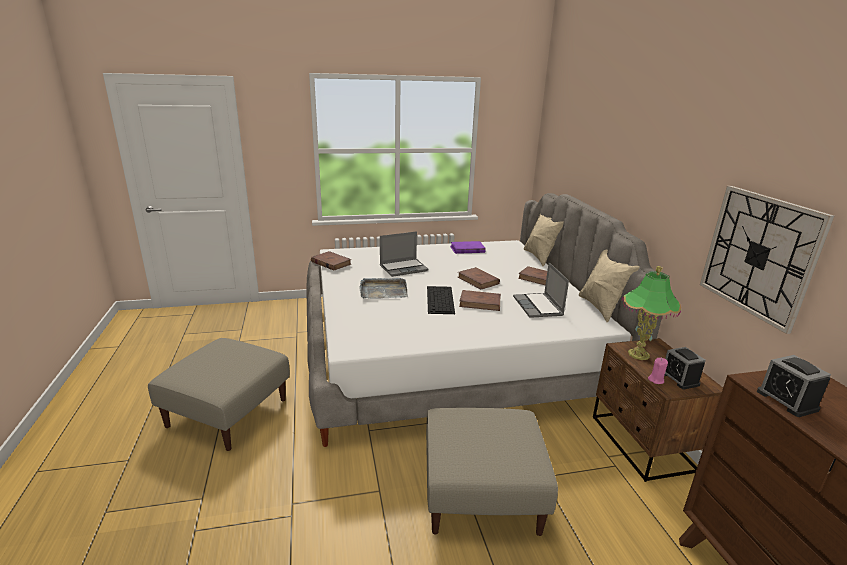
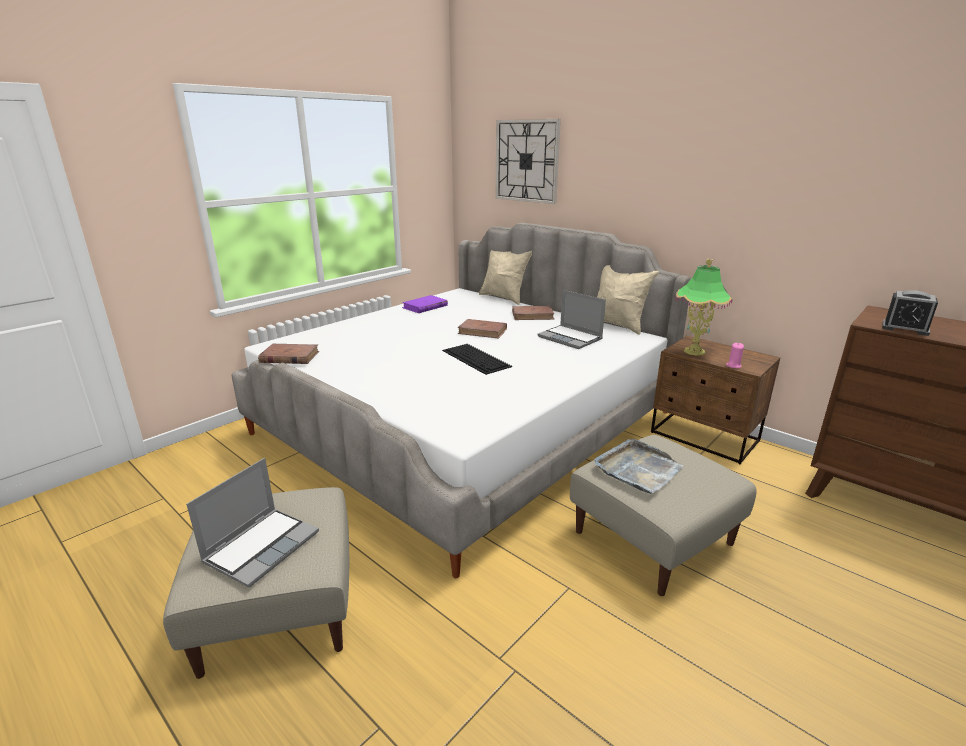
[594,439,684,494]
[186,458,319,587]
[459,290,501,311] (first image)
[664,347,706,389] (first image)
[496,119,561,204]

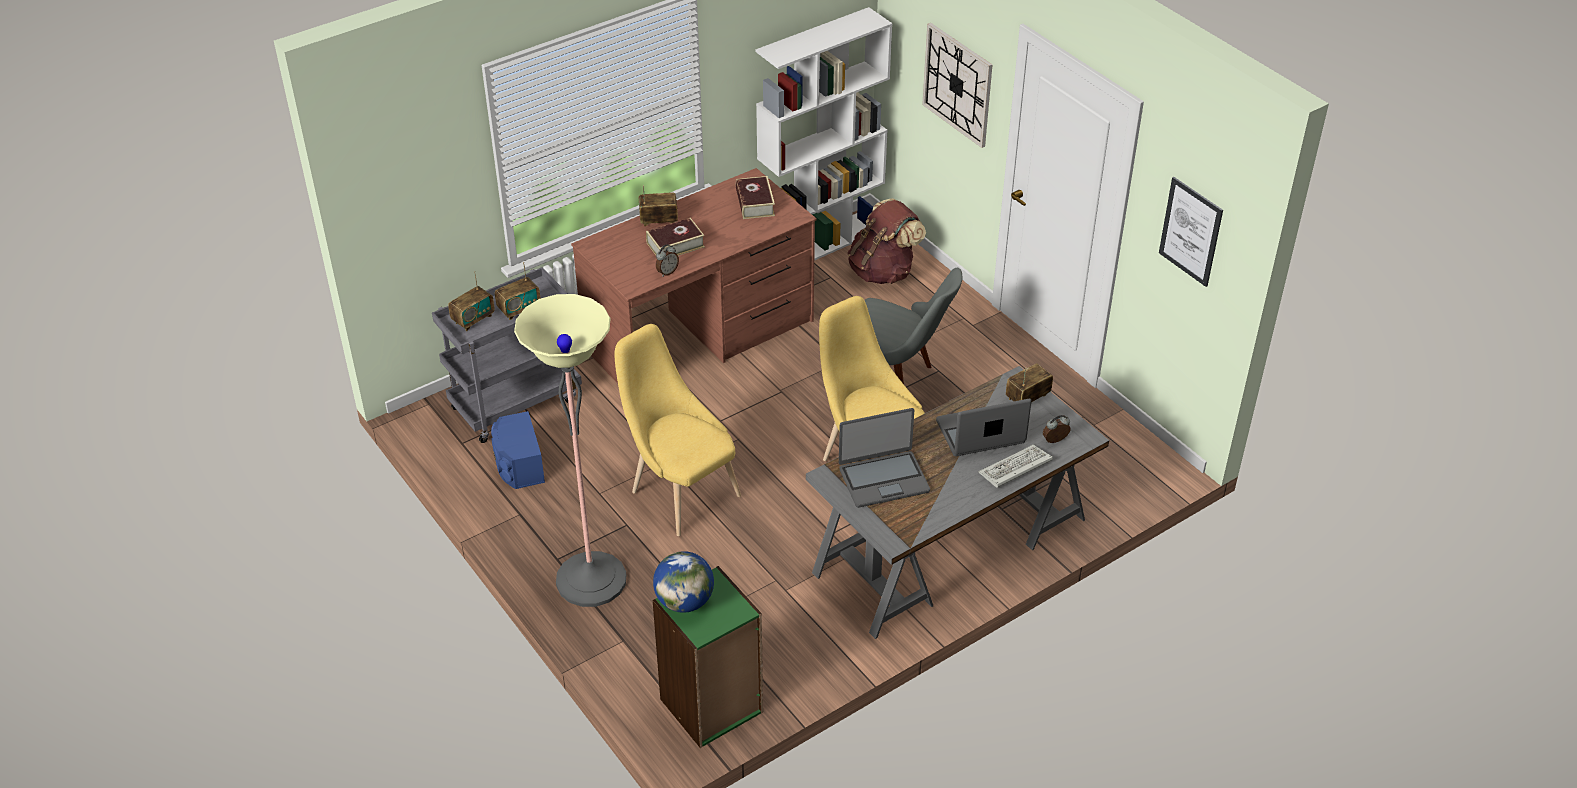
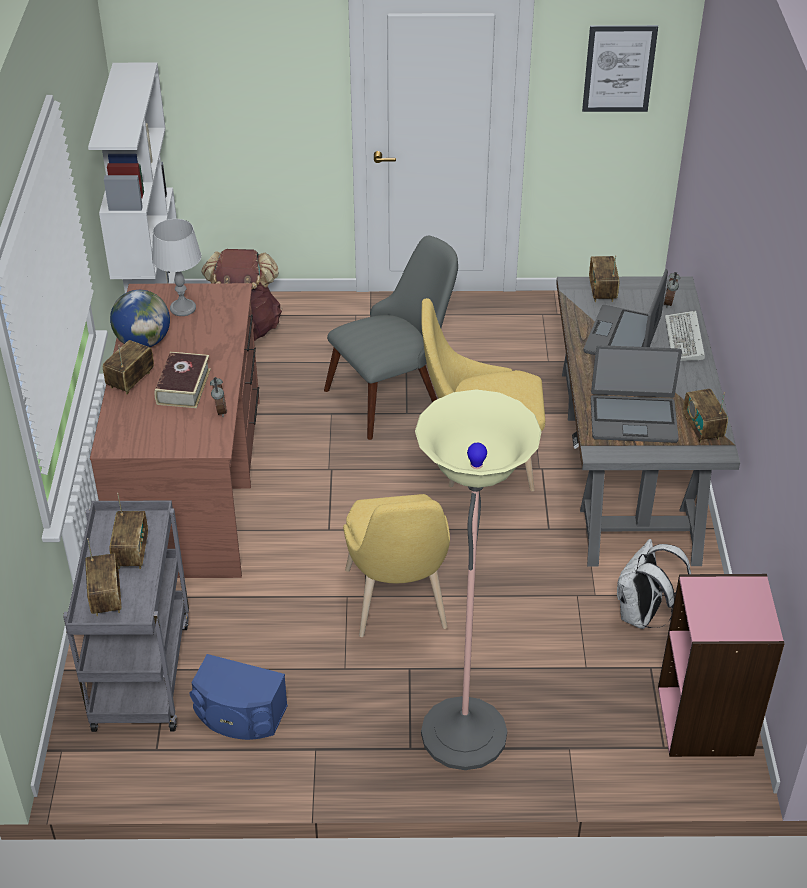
[343,494,450,637]
[110,290,170,347]
[658,574,785,757]
[152,219,202,316]
[591,345,682,443]
[922,23,992,148] (first image)
[617,539,691,629]
[683,389,728,443]

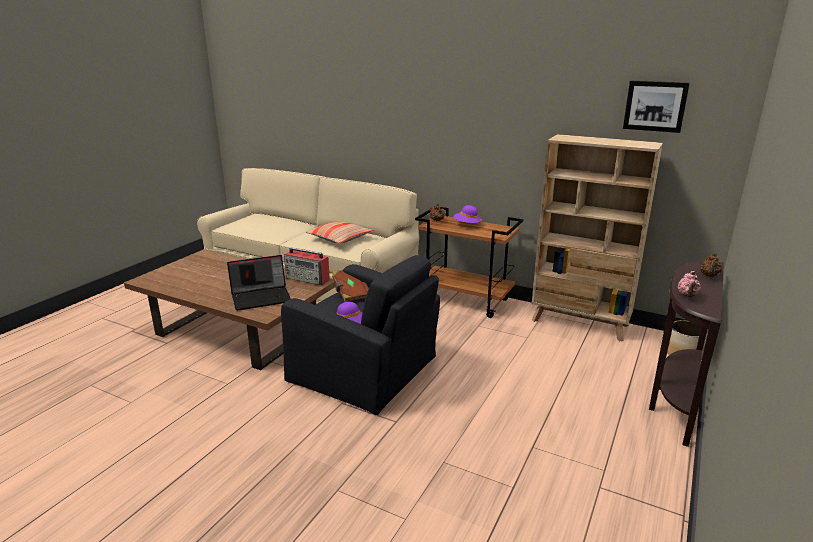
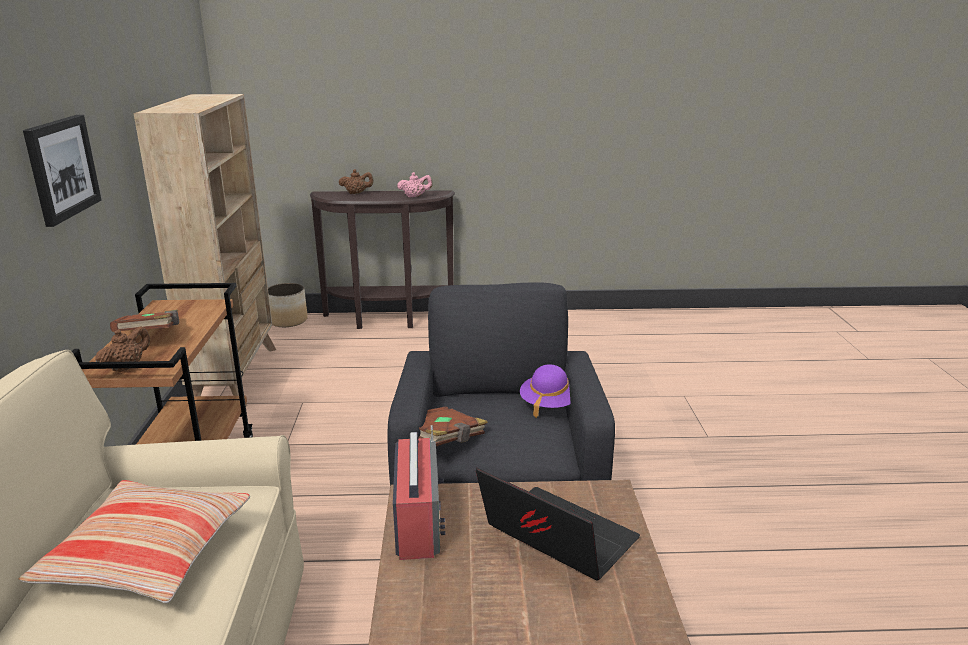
[110,309,179,332]
[23,115,102,227]

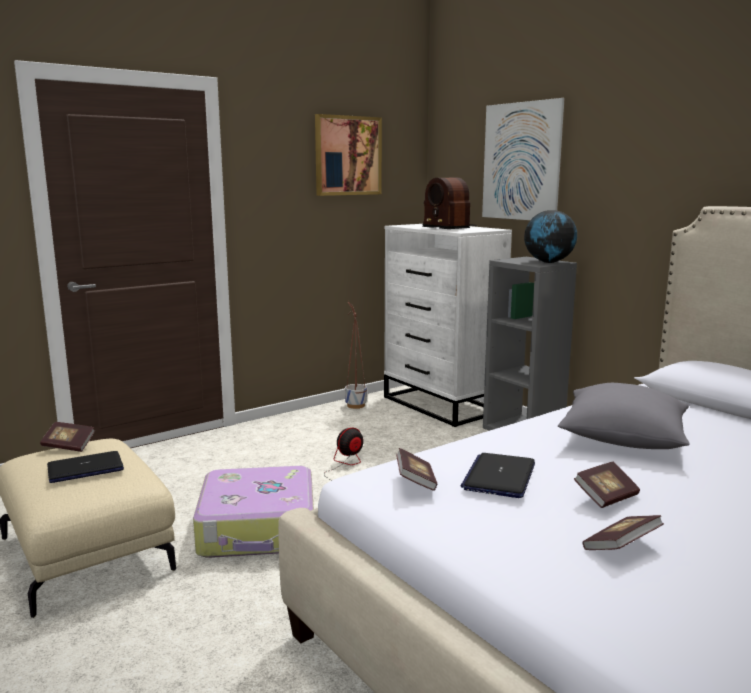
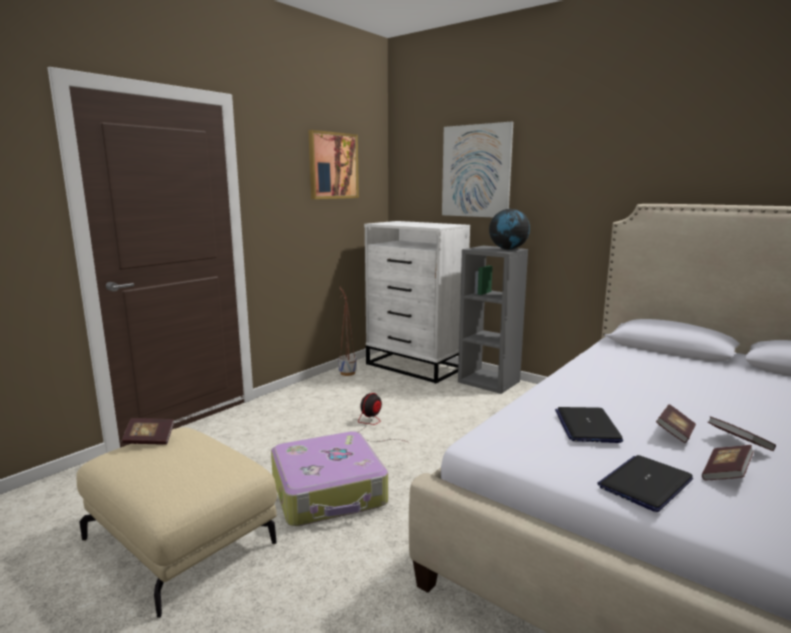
[597,455,693,512]
[708,416,776,451]
[422,178,477,229] (first image)
[558,383,690,449] (first image)

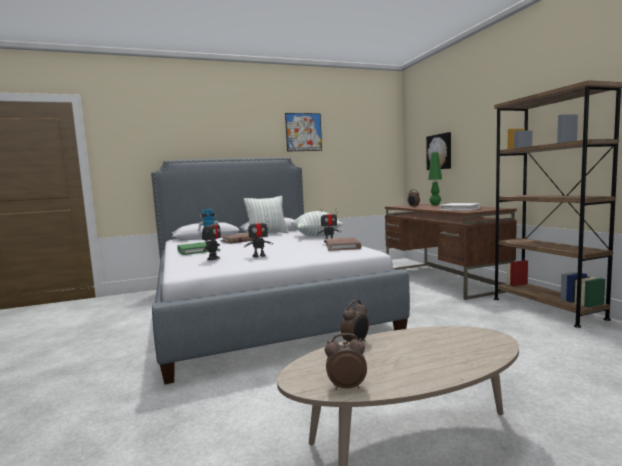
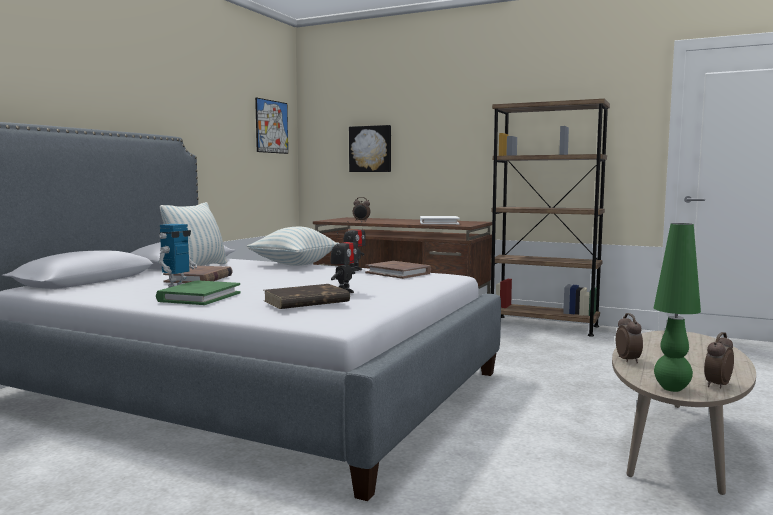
[264,284,350,309]
[255,97,288,154]
[654,223,701,392]

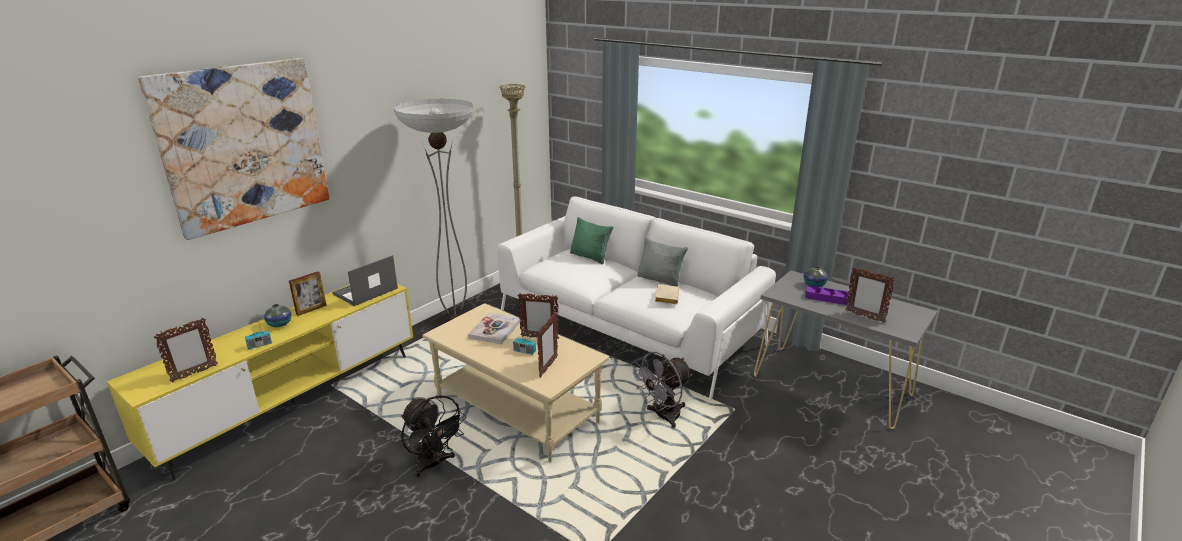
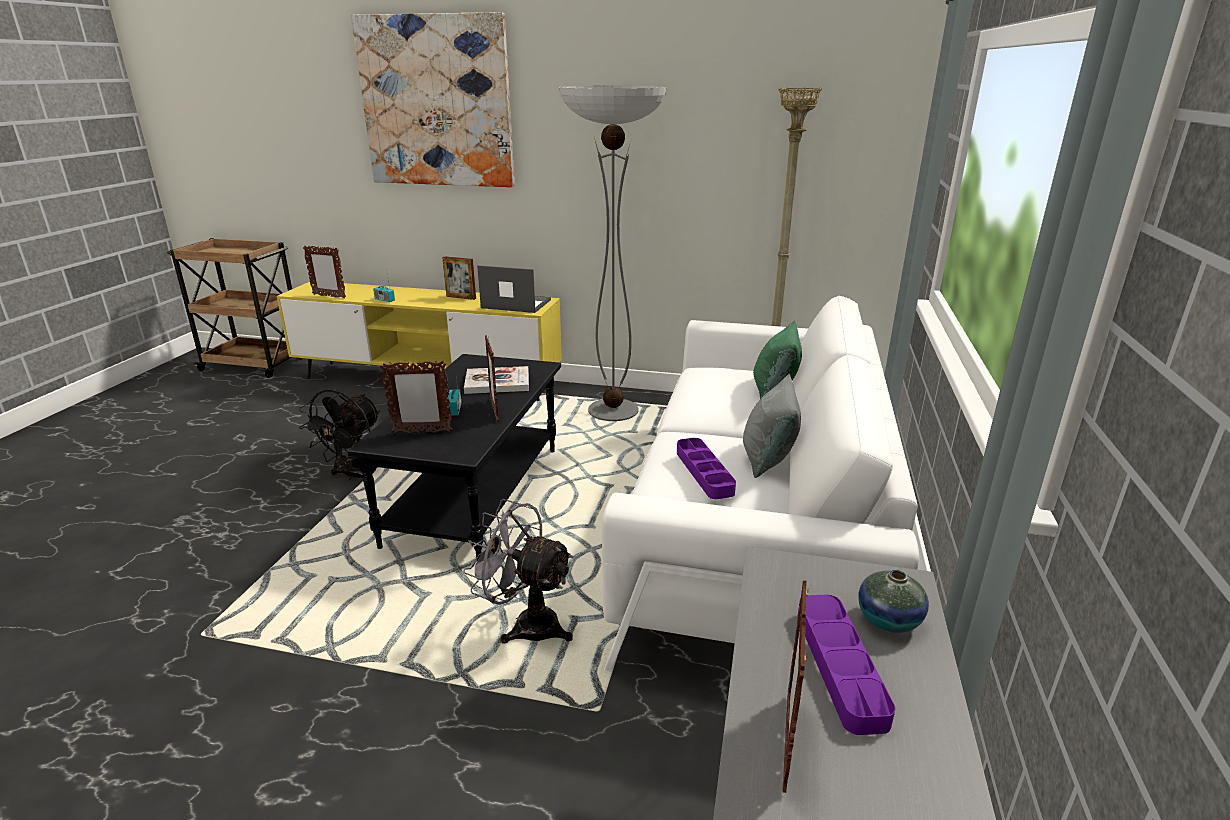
[264,304,292,327] (first image)
[348,354,561,560]
[677,438,736,499]

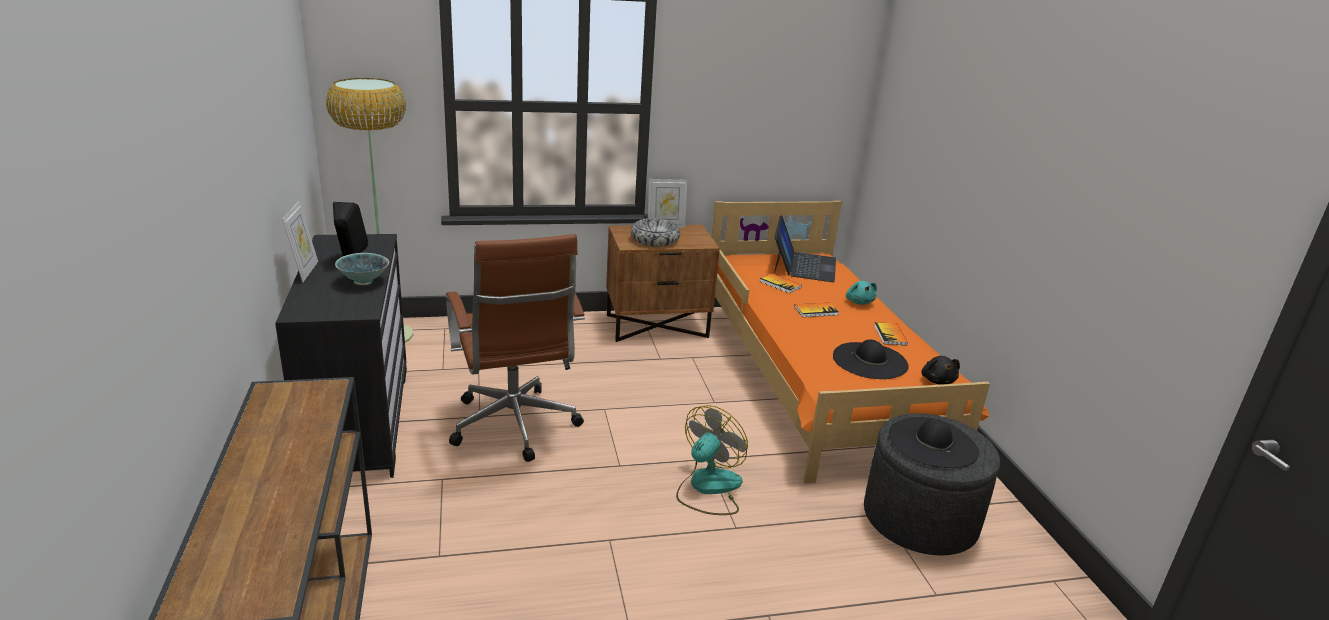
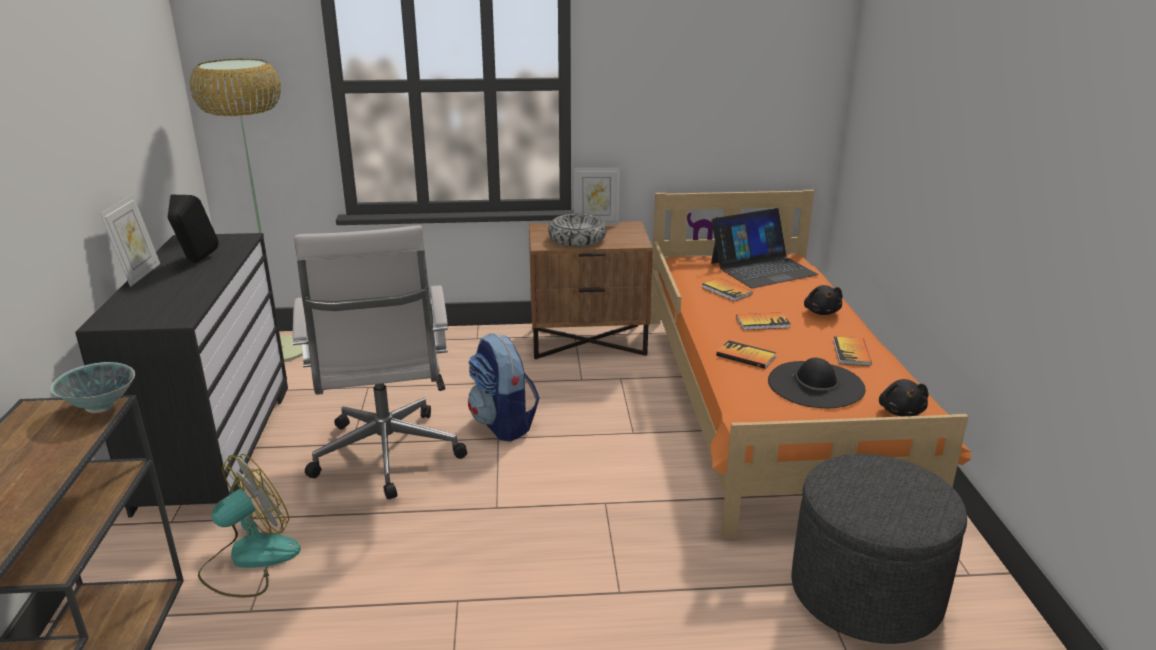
[51,362,135,413]
[293,225,467,499]
[198,454,301,597]
[711,208,819,288]
[804,285,843,315]
[889,417,979,468] (first image)
[468,334,540,442]
[716,340,776,369]

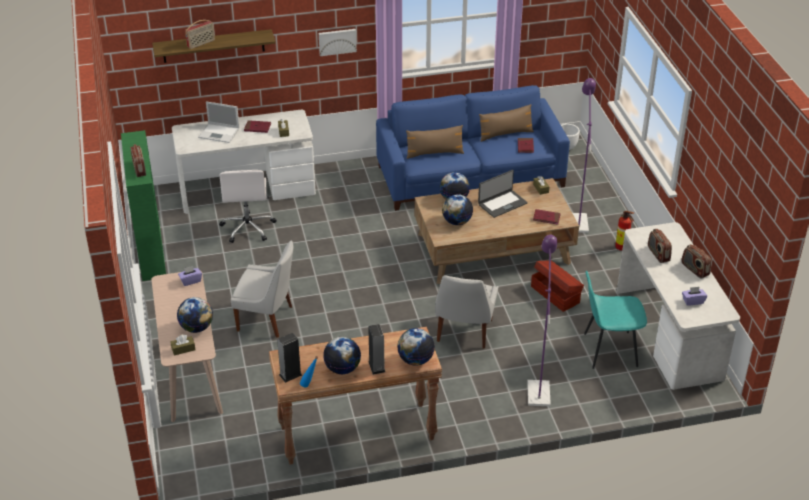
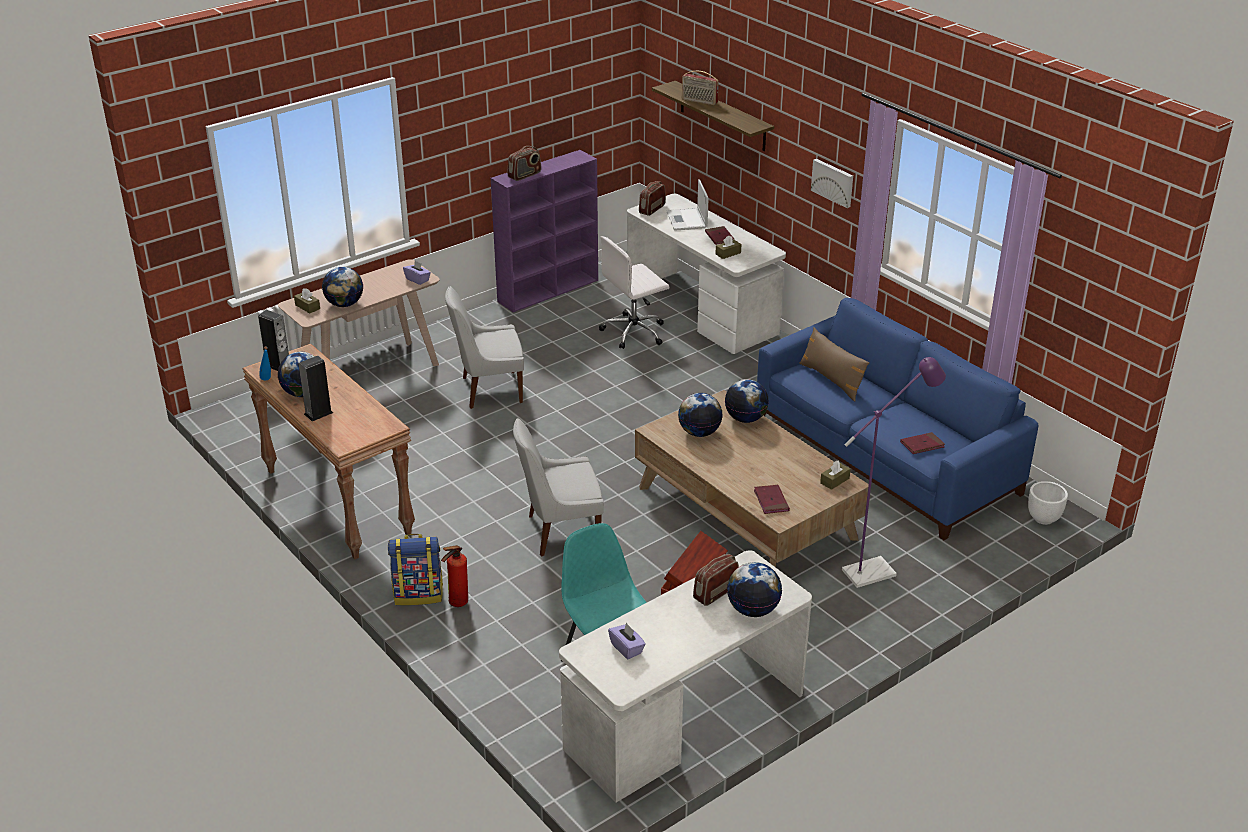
[491,150,598,312]
[445,286,524,409]
[727,562,782,617]
[478,170,527,218] (first image)
[479,104,534,142] (first image)
[527,235,557,406] (first image)
[441,545,468,607]
[639,181,666,216]
[388,534,443,605]

